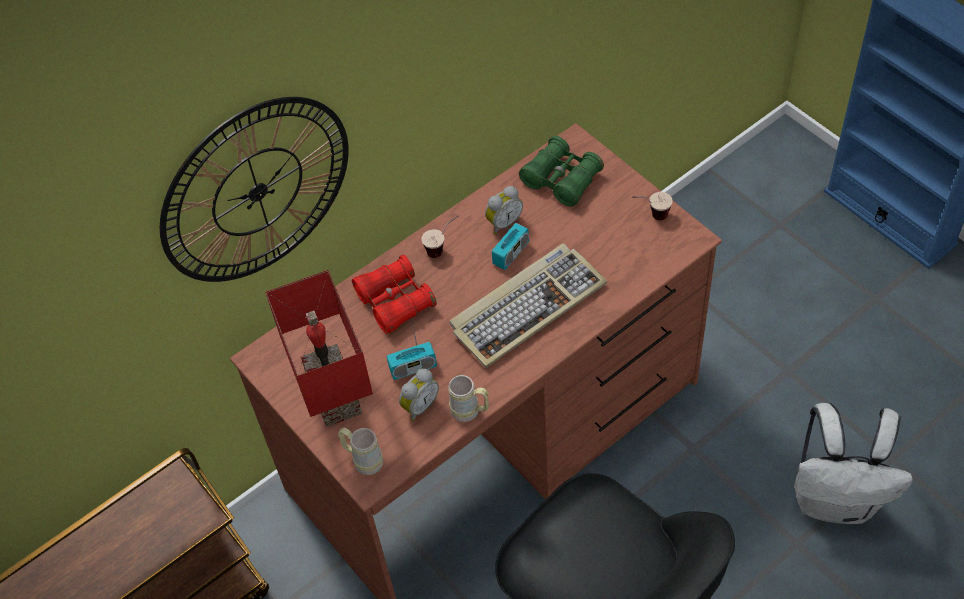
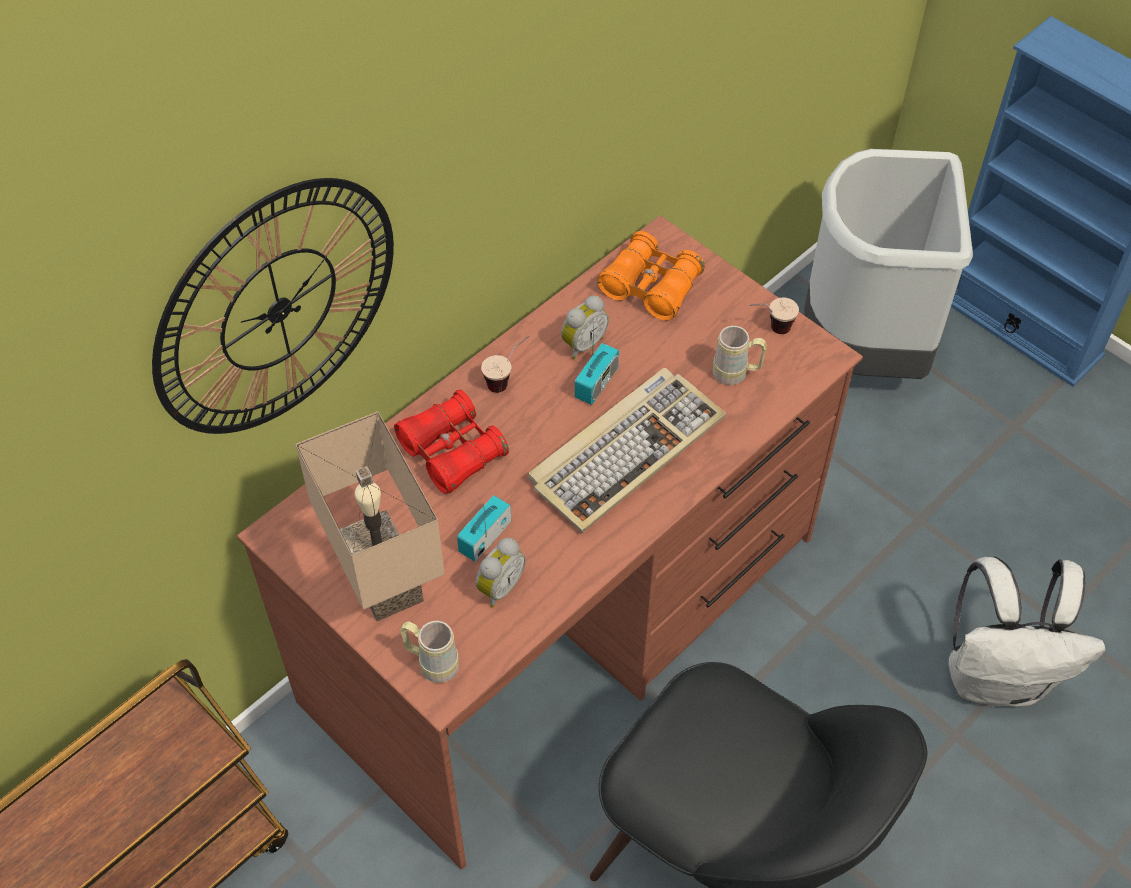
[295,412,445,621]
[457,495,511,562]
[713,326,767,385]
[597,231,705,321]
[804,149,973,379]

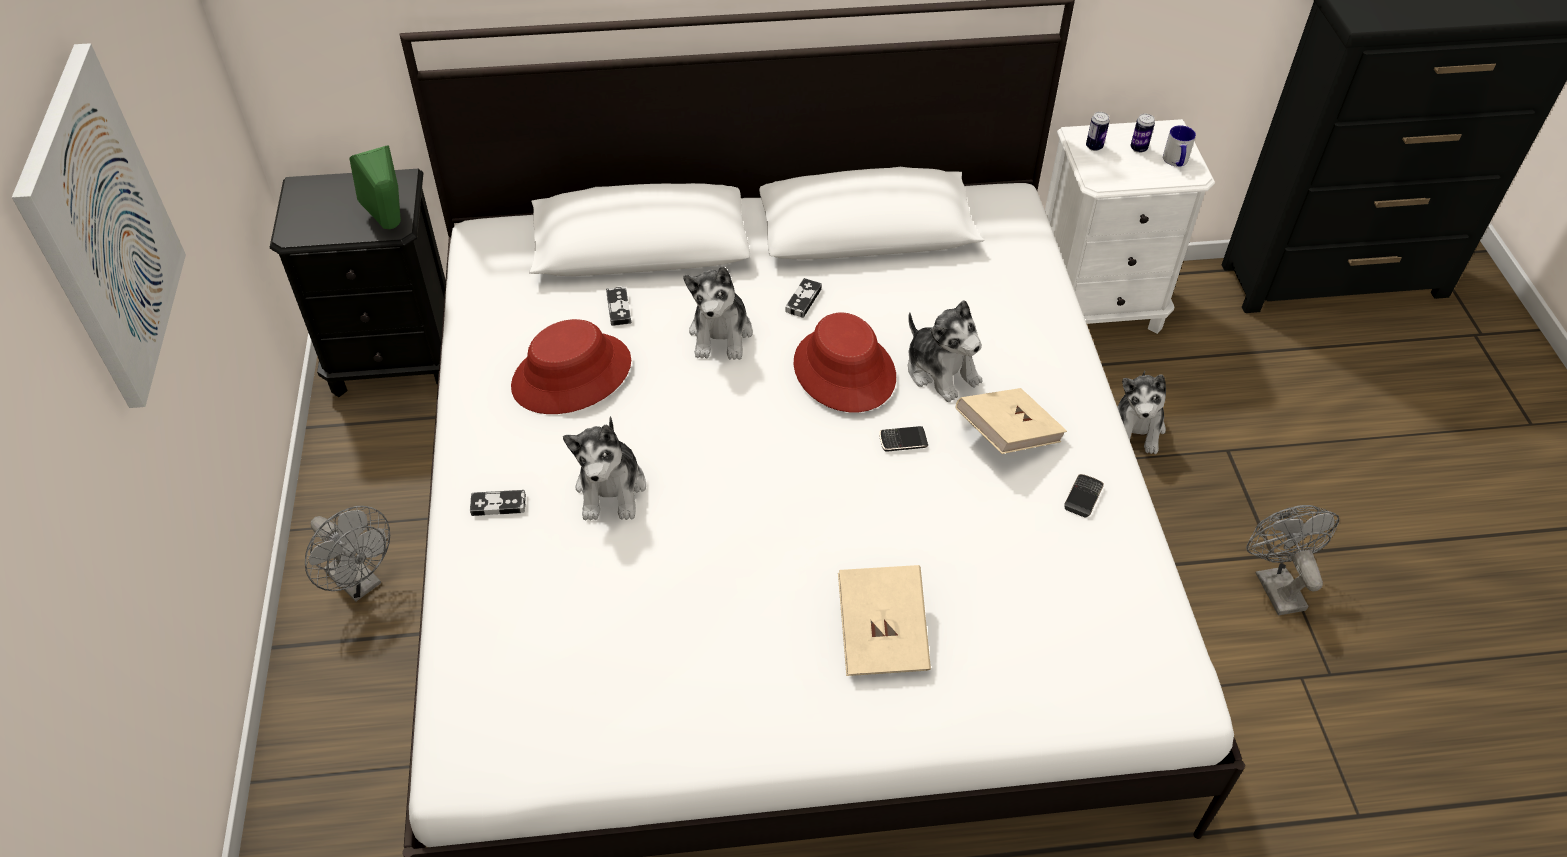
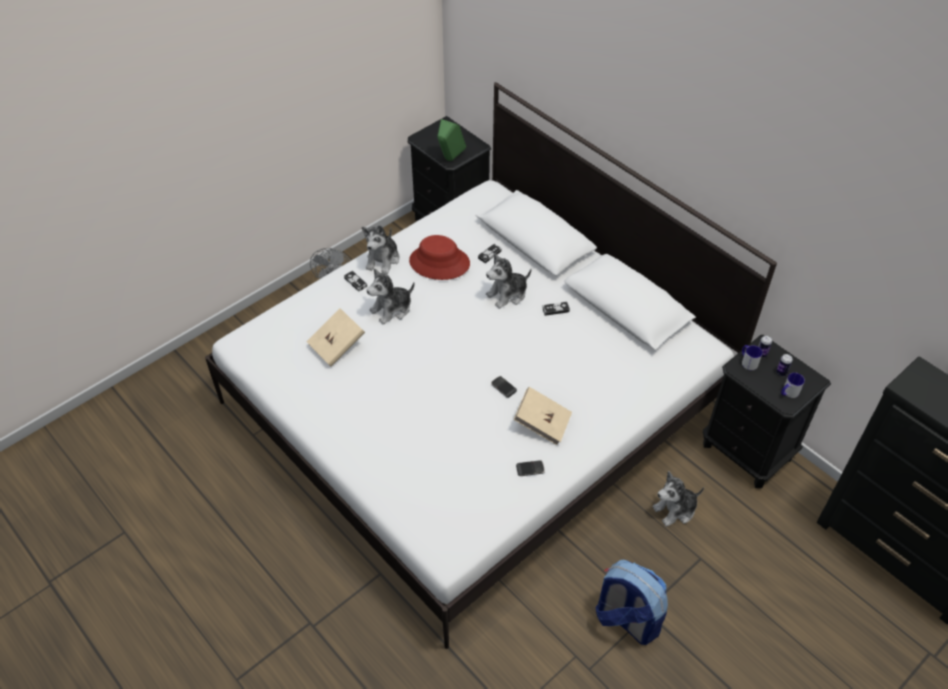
[12,43,186,408] (first image)
[794,313,896,412] (first image)
[307,308,365,366]
[362,225,400,274]
[703,335,831,488]
[596,560,668,645]
[742,345,762,370]

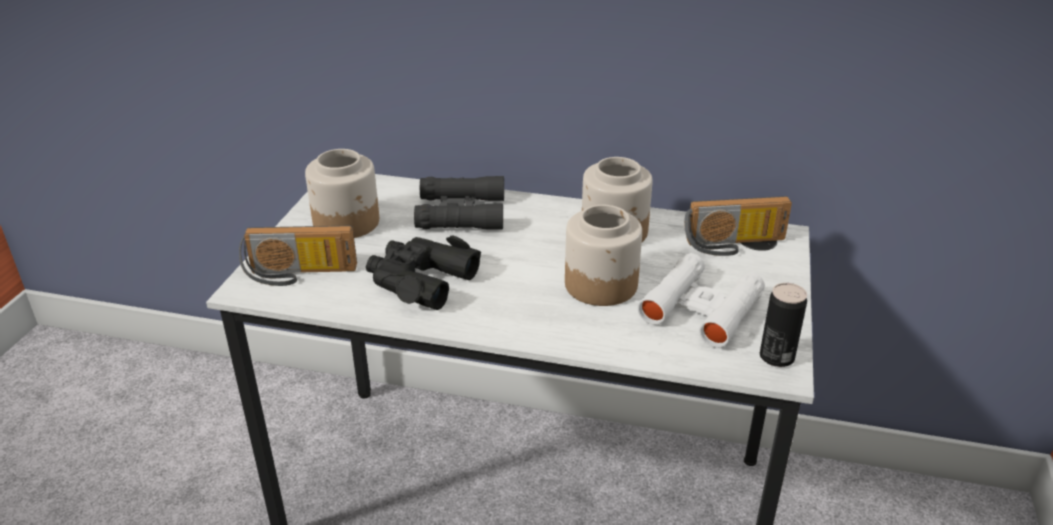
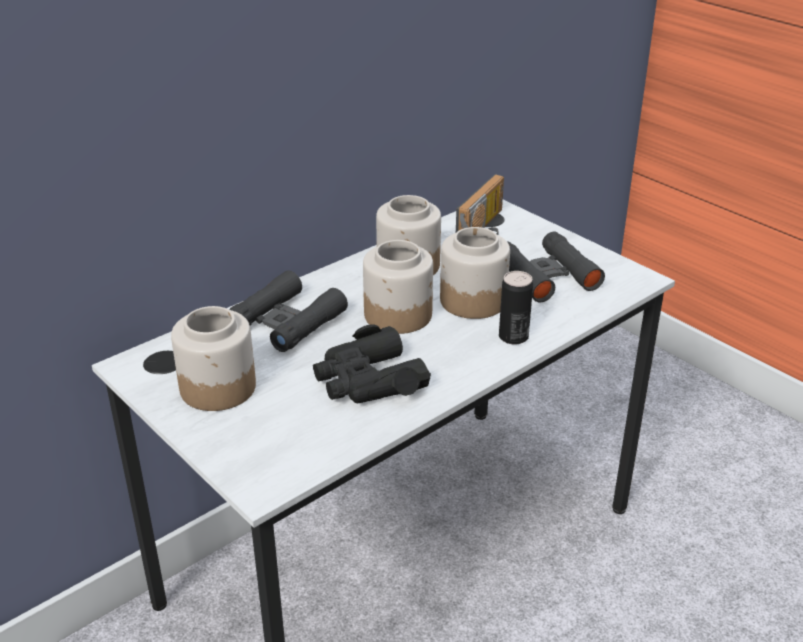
[239,226,357,286] (first image)
[507,232,605,303]
[499,271,533,345]
[363,240,433,334]

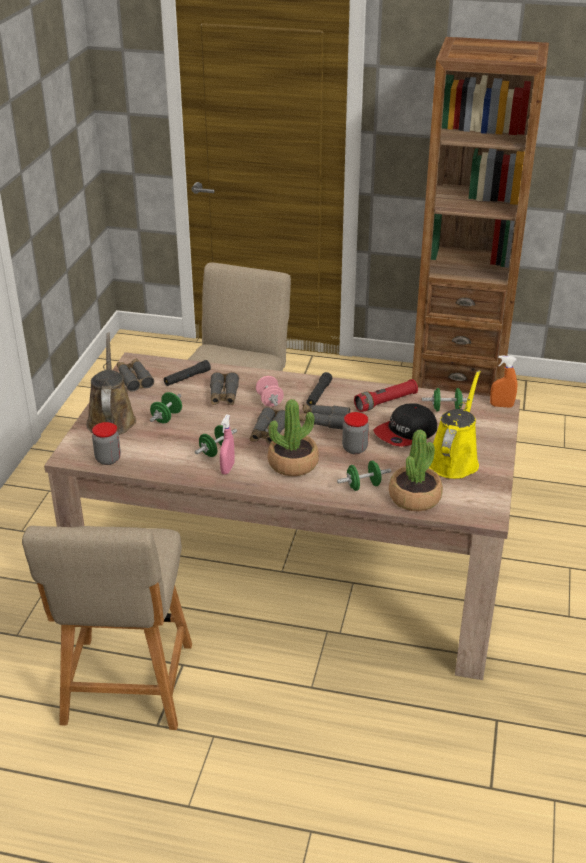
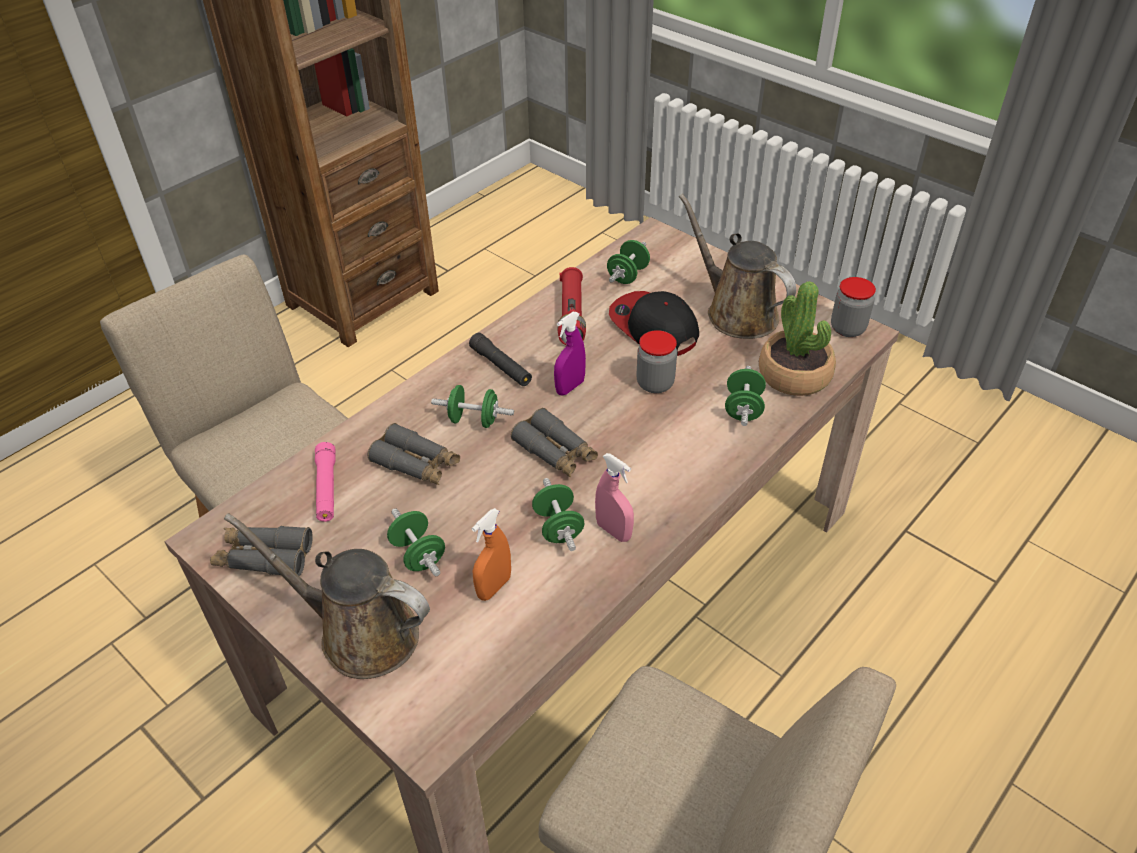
[831,277,876,337]
[315,442,336,522]
[431,385,514,428]
[268,399,319,476] (first image)
[554,312,586,395]
[609,291,699,356]
[679,194,796,339]
[472,508,511,601]

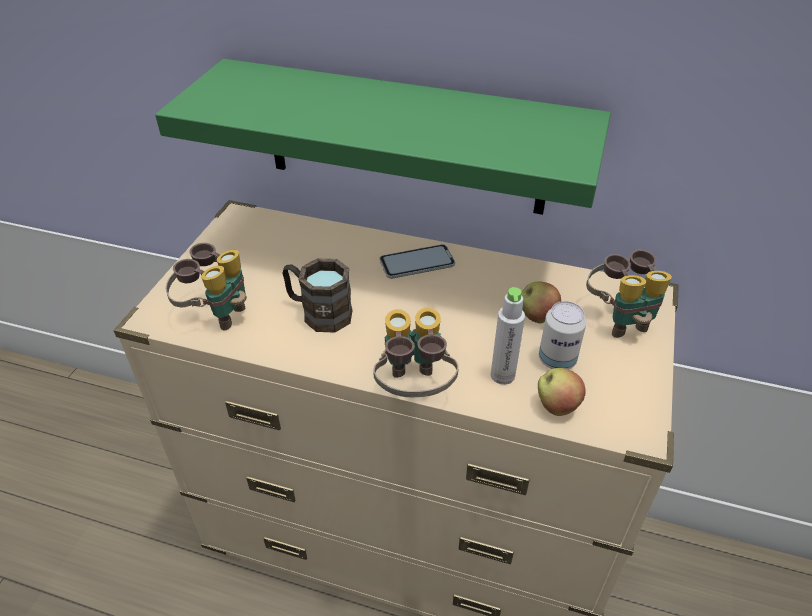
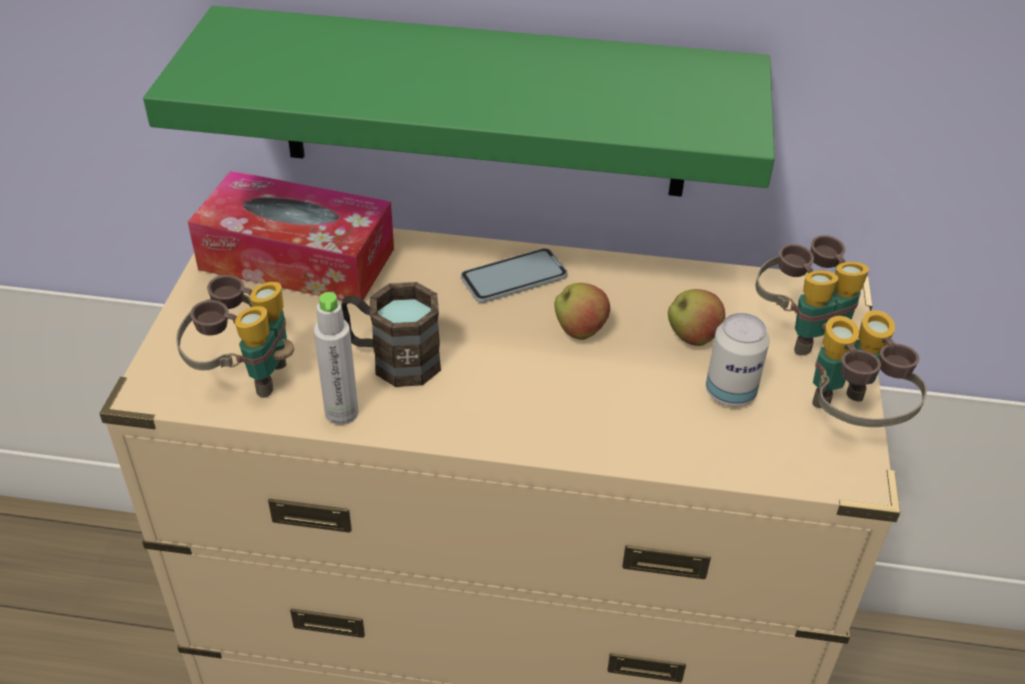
[812,310,927,427]
[314,292,359,425]
[555,283,610,340]
[188,171,394,301]

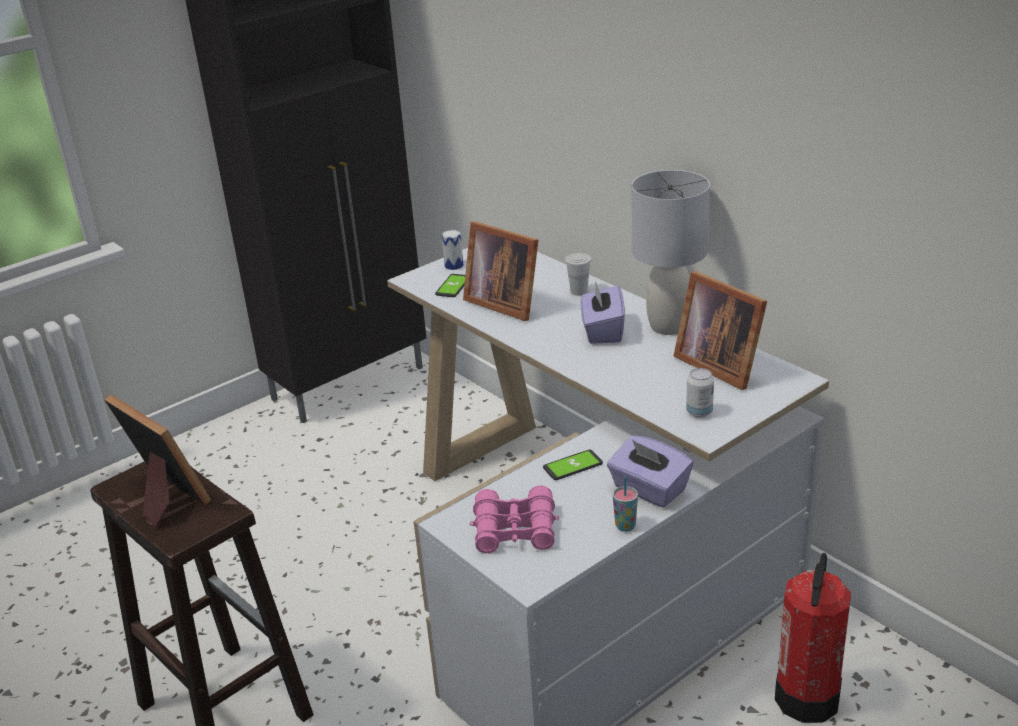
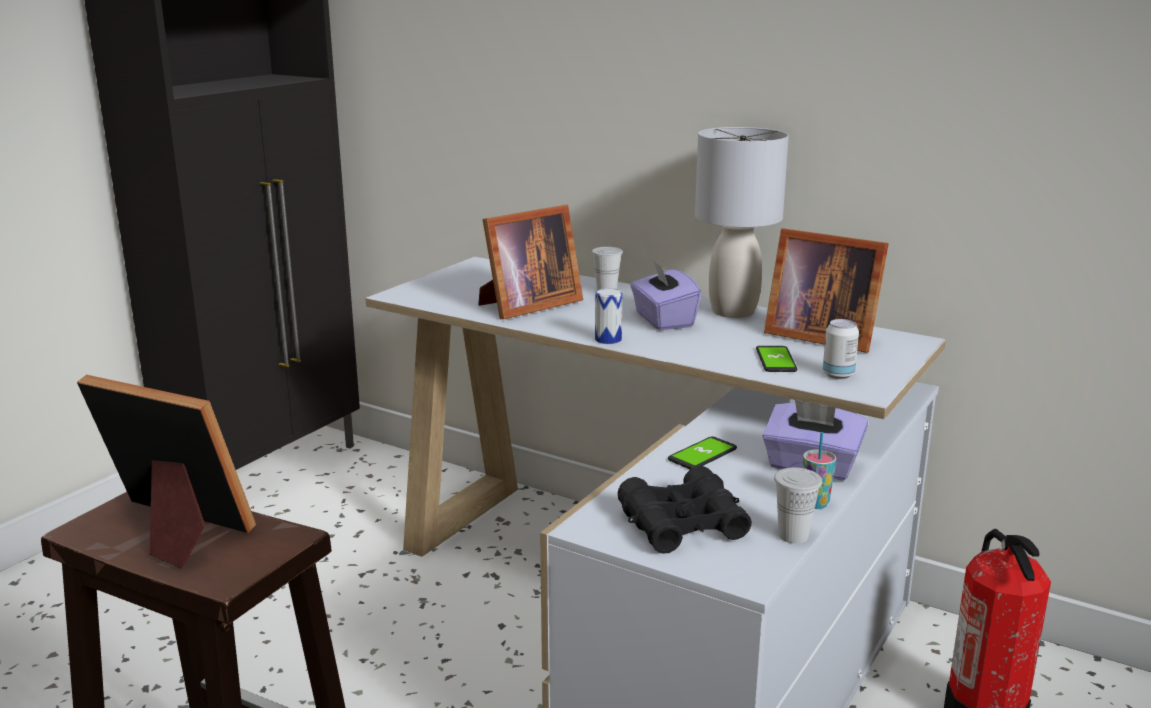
[756,346,797,372]
[595,288,623,344]
[478,205,583,319]
[618,466,752,554]
[774,467,822,544]

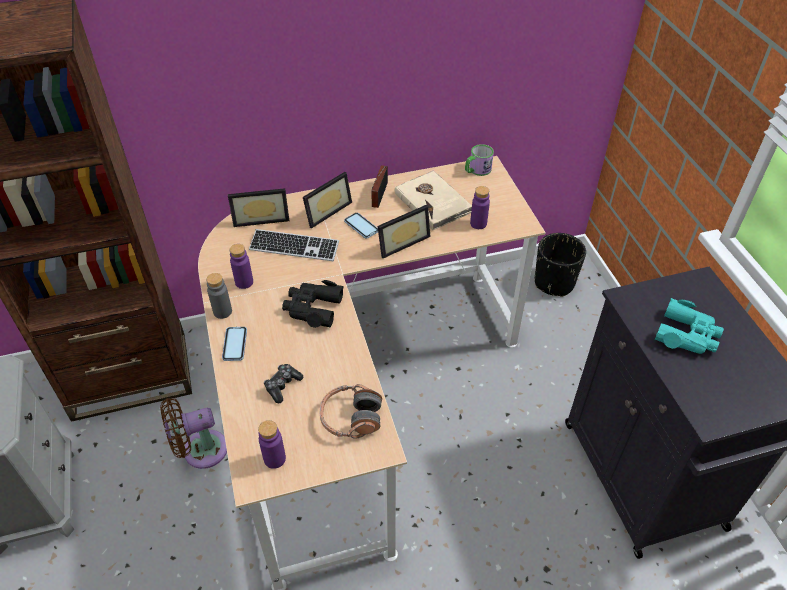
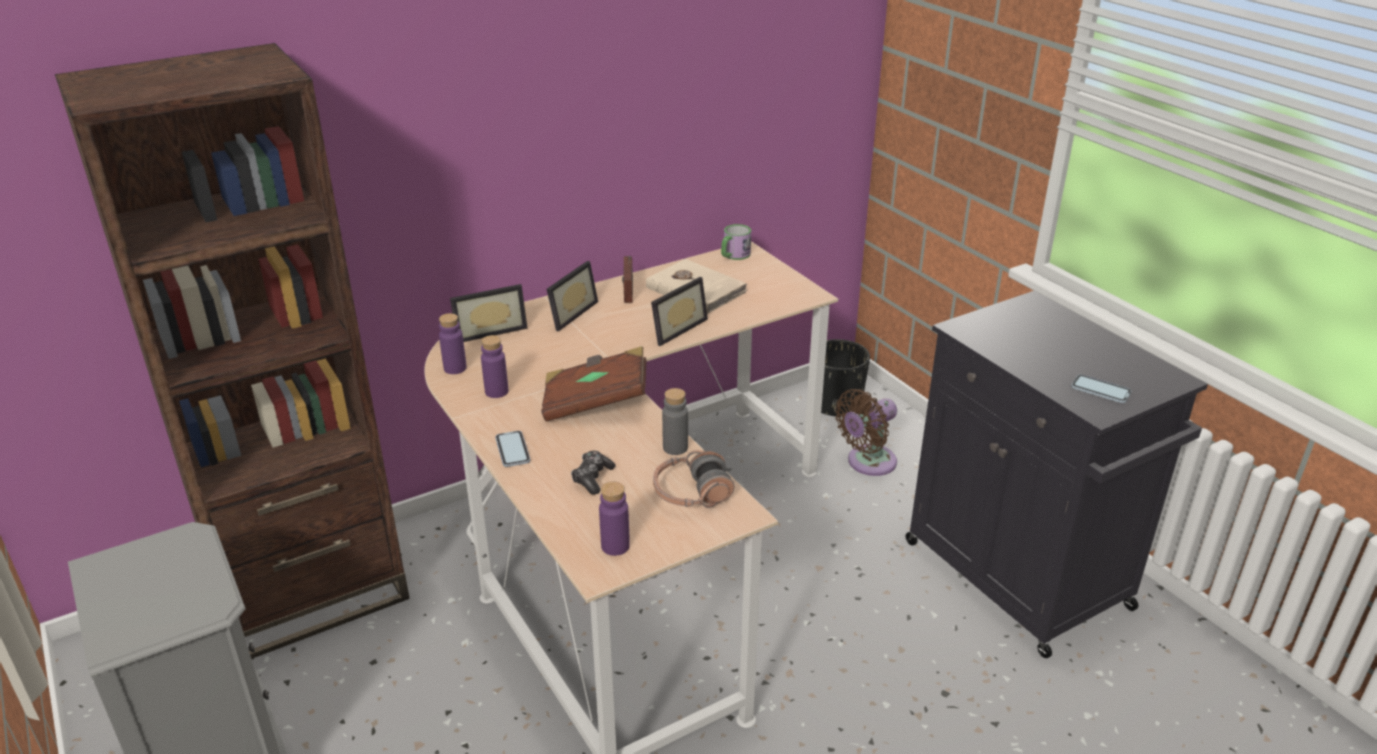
[835,389,897,476]
[662,388,688,455]
[249,229,339,261] (first image)
[541,346,647,422]
[1071,374,1131,403]
[439,313,467,374]
[655,298,724,354] (first image)

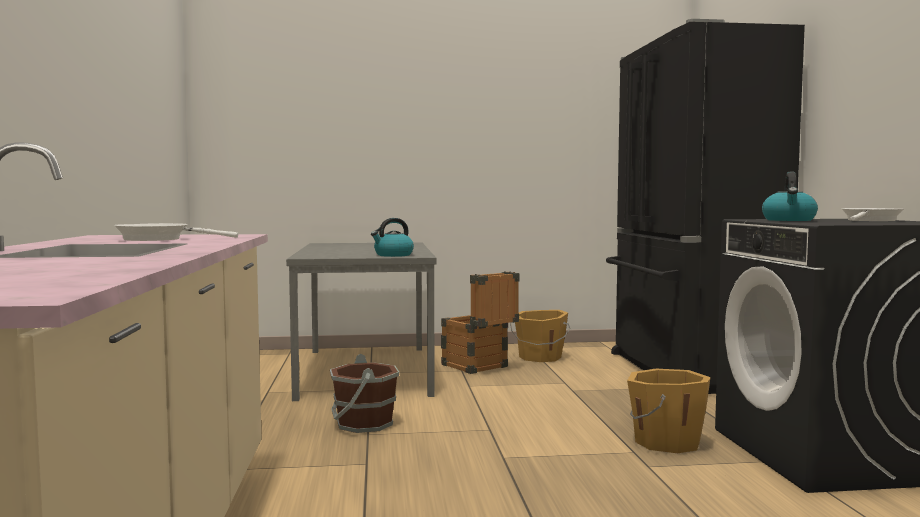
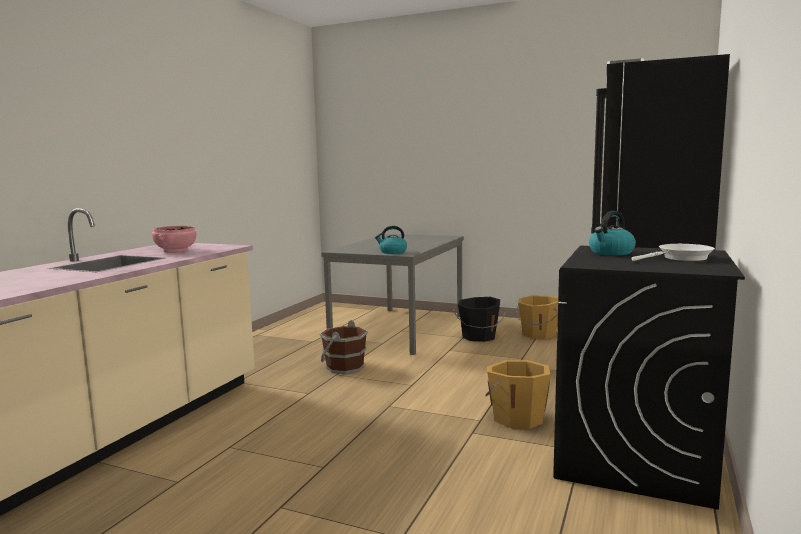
[152,226,196,253]
[453,297,505,342]

